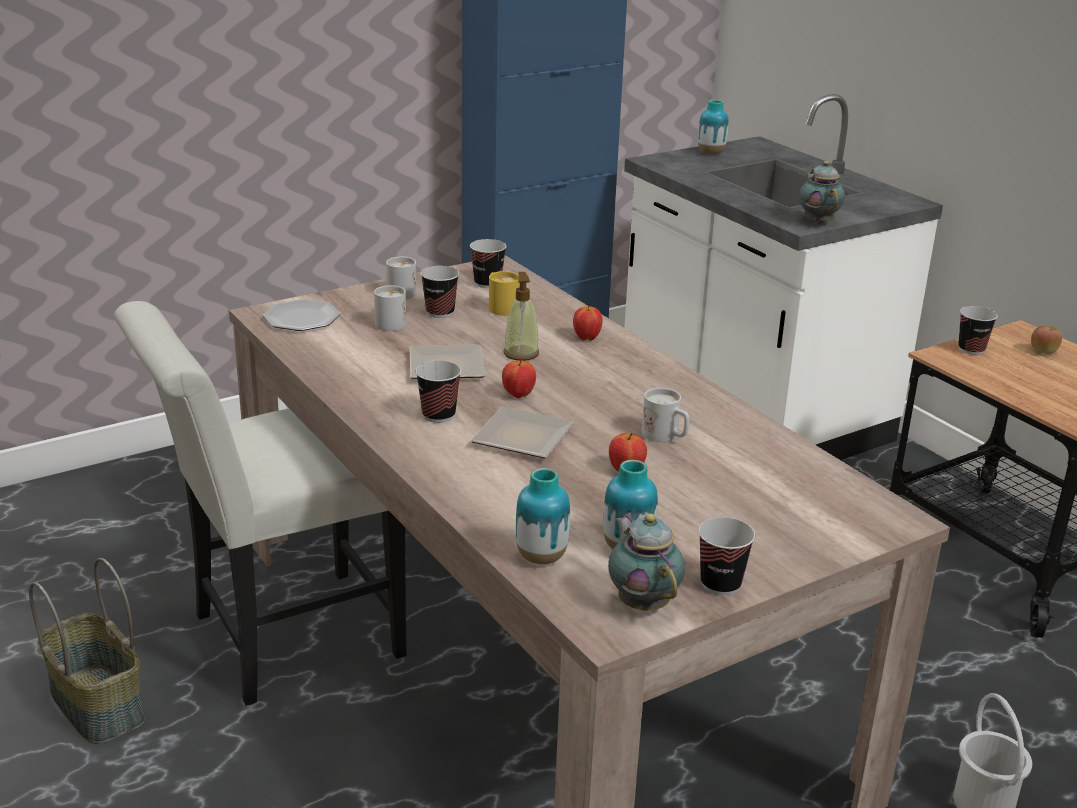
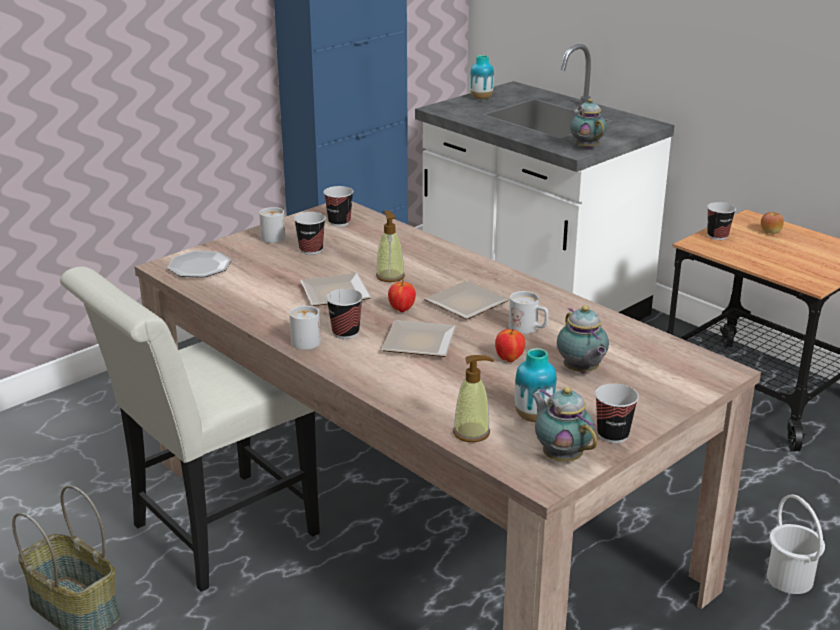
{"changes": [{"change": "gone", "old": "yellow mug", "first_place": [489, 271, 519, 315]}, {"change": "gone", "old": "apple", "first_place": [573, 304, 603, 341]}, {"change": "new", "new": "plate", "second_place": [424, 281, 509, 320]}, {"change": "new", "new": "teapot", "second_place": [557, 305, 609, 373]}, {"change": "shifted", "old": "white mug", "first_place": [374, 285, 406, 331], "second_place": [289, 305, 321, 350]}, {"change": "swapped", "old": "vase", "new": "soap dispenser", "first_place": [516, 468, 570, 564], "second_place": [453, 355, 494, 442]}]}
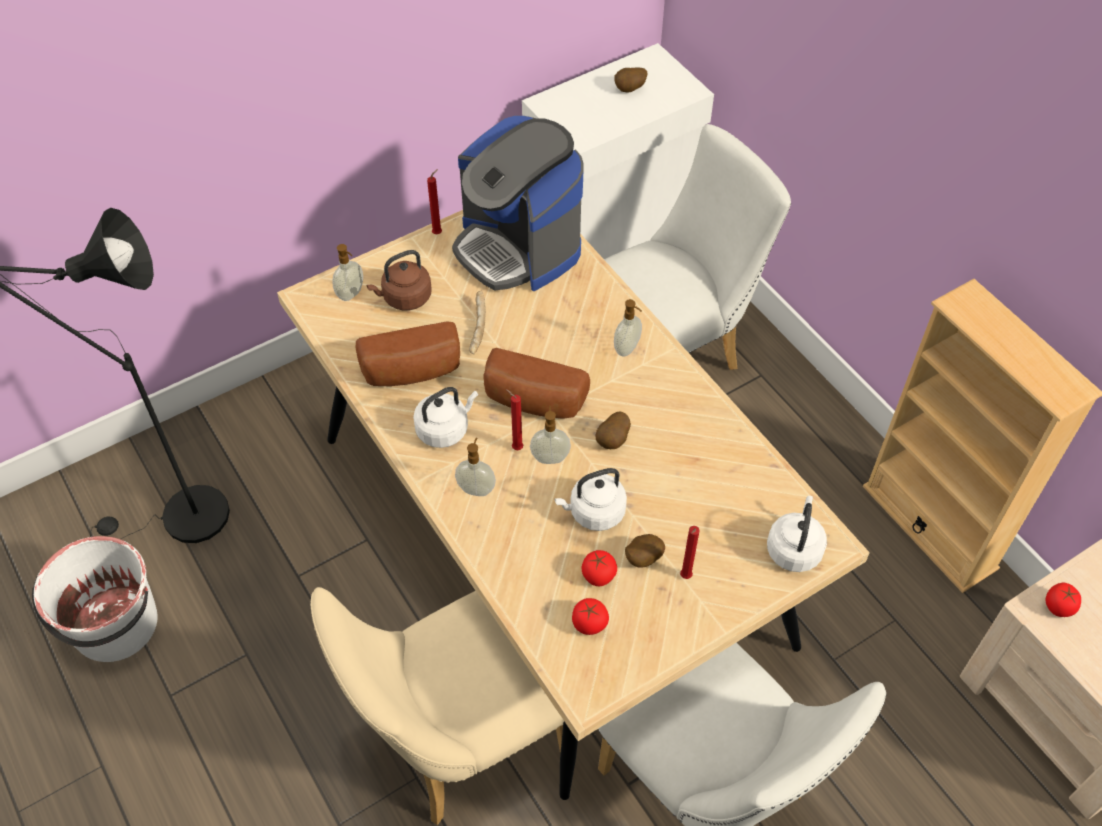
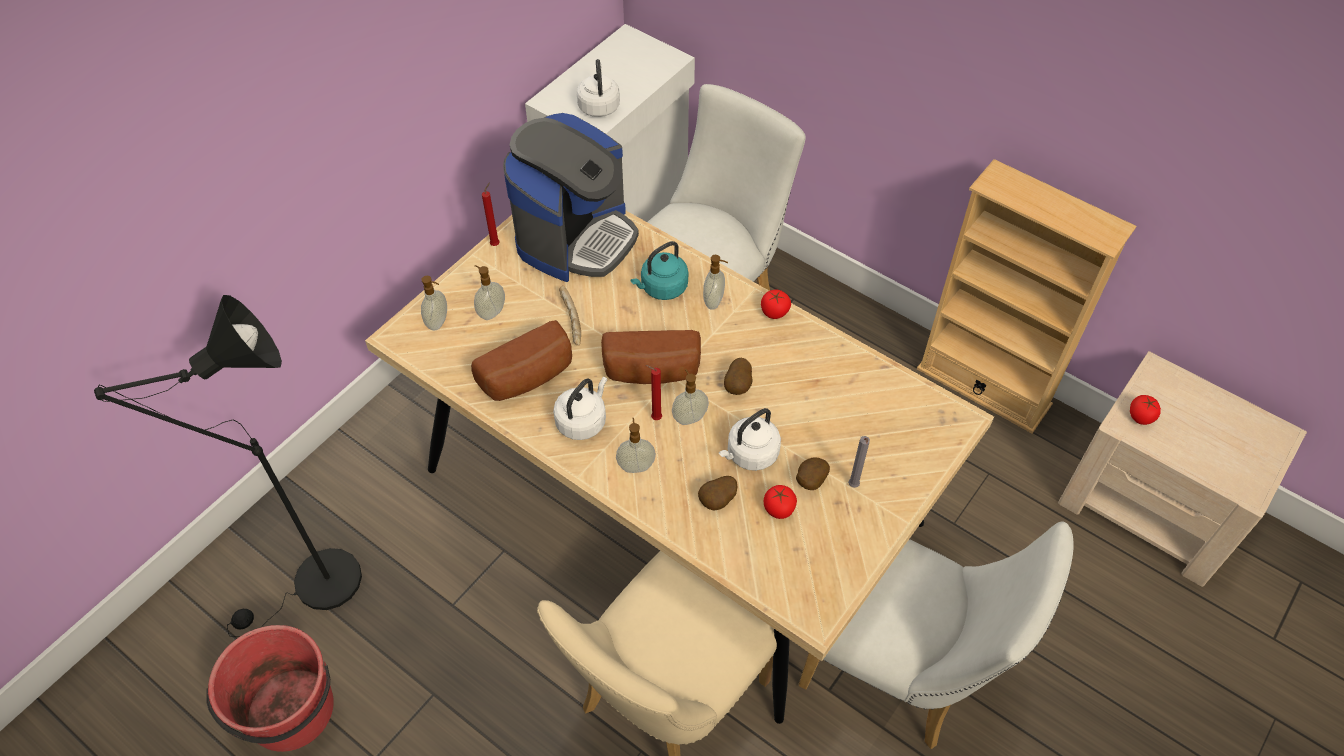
{"changes": [{"change": "new", "new": "turquoise kettle", "second_place": [630, 241, 688, 300]}, {"change": "shifted", "old": "tomato", "first_place": [572, 598, 609, 635], "second_place": [761, 290, 791, 319]}, {"change": "shifted", "old": "potato", "first_place": [614, 68, 647, 92], "second_place": [698, 476, 737, 510]}, {"change": "shifted", "old": "white kettle", "first_place": [767, 496, 827, 572], "second_place": [577, 59, 620, 117]}, {"change": "swapped", "old": "brown kettle", "new": "soap dispenser", "first_place": [366, 250, 431, 311], "second_place": [474, 265, 505, 320]}, {"change": "repainted", "old": "white bucket", "new": "red bucket", "first_place": [32, 536, 157, 662], "second_place": [206, 625, 334, 752]}, {"change": "repainted", "old": "red candle", "new": "grey candle", "first_place": [680, 526, 700, 579], "second_place": [848, 436, 870, 488]}, {"change": "rotated", "old": "coffee machine", "first_place": [452, 115, 584, 291], "second_place": [503, 113, 639, 282], "degrees": -90}]}
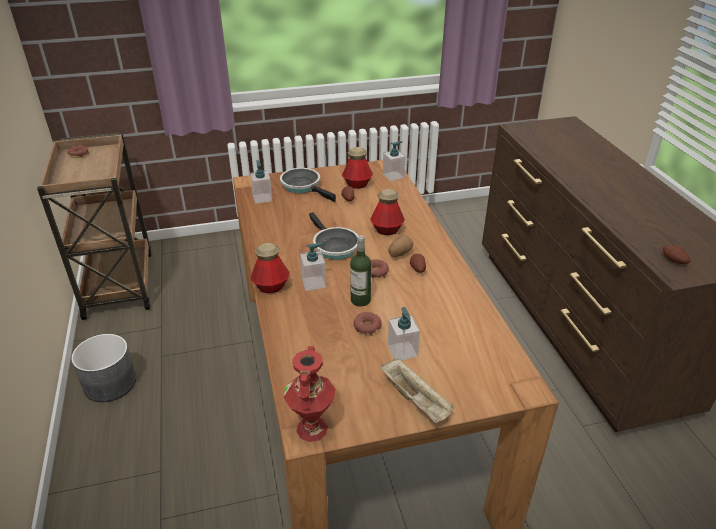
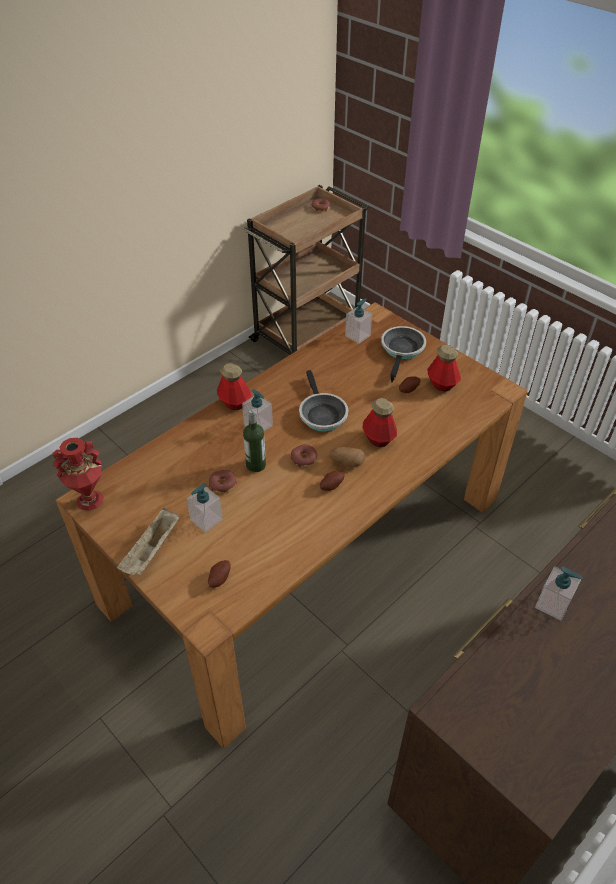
{"changes": [{"change": "gone", "old": "grey planter", "first_place": [71, 334, 136, 402]}, {"change": "shifted", "old": "soap dispenser", "first_place": [383, 141, 406, 181], "second_place": [535, 566, 583, 621]}, {"change": "shifted", "old": "potato", "first_place": [663, 245, 691, 264], "second_place": [208, 560, 231, 588]}, {"change": "rotated", "old": "frying pan", "first_place": [309, 212, 359, 260], "second_place": [299, 370, 348, 432], "degrees": -45}]}
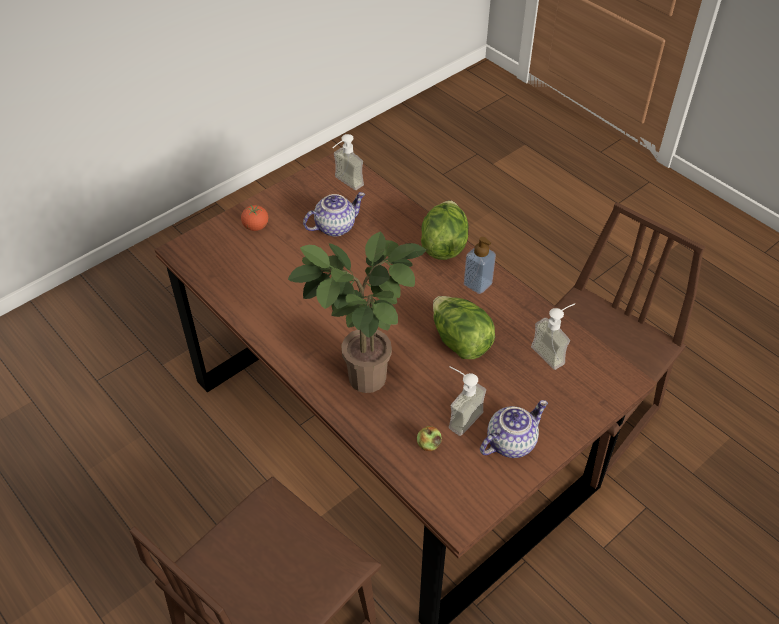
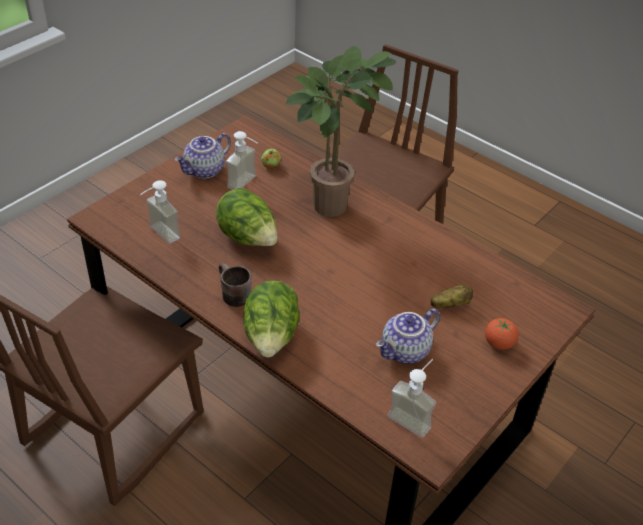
{"changes": [{"change": "new", "new": "potato", "second_place": [430, 285, 473, 308]}, {"change": "swapped", "old": "soap dispenser", "new": "brown mug", "first_place": [464, 237, 496, 294], "second_place": [219, 263, 251, 307]}]}
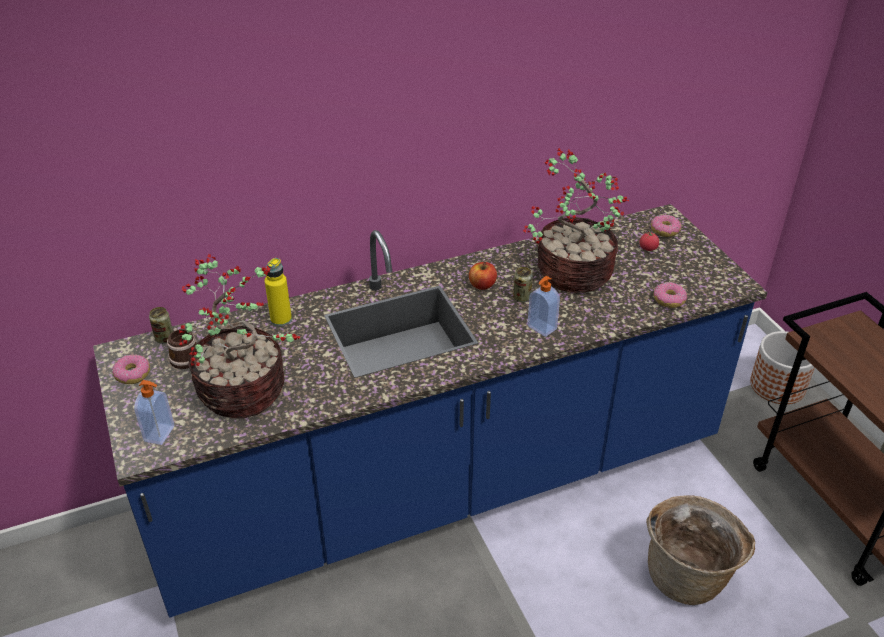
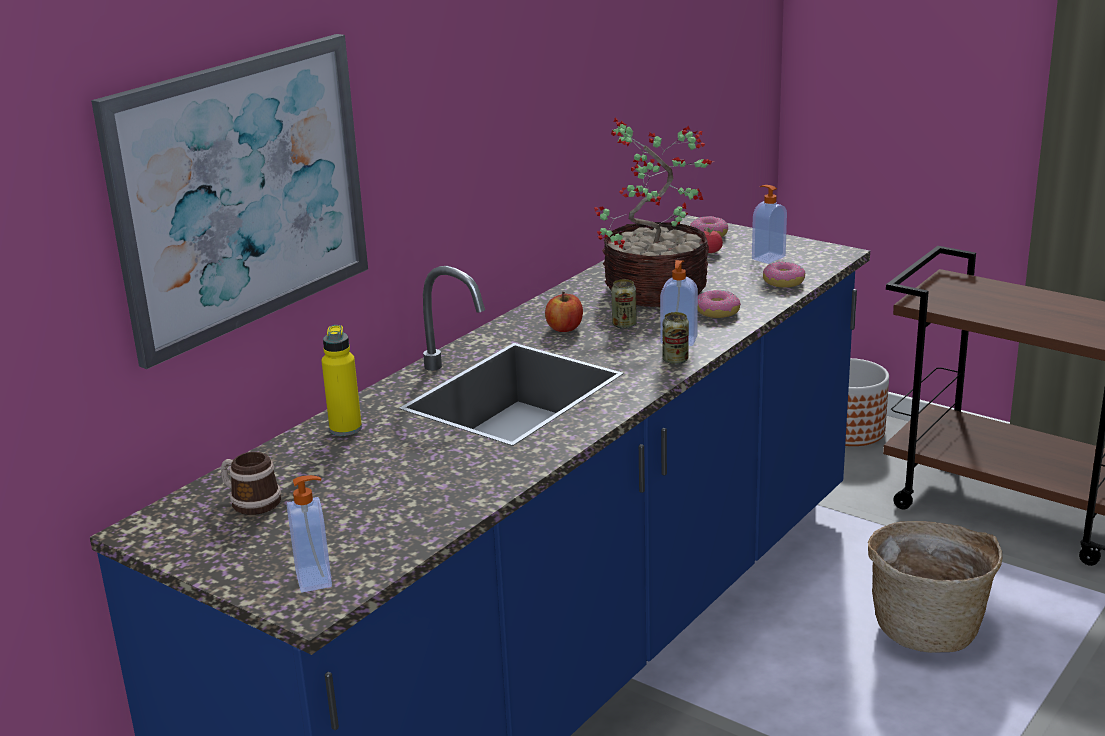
{"changes": [{"change": "gone", "old": "potted plant", "first_place": [179, 254, 301, 418]}, {"change": "new", "new": "picture", "second_place": [91, 34, 368, 369]}, {"change": "new", "new": "soap dispenser", "second_place": [752, 185, 787, 264]}, {"change": "shifted", "old": "donut", "first_place": [112, 355, 150, 384], "second_place": [698, 290, 741, 318]}, {"change": "shifted", "old": "can", "first_place": [149, 307, 173, 344], "second_place": [663, 312, 689, 364]}]}
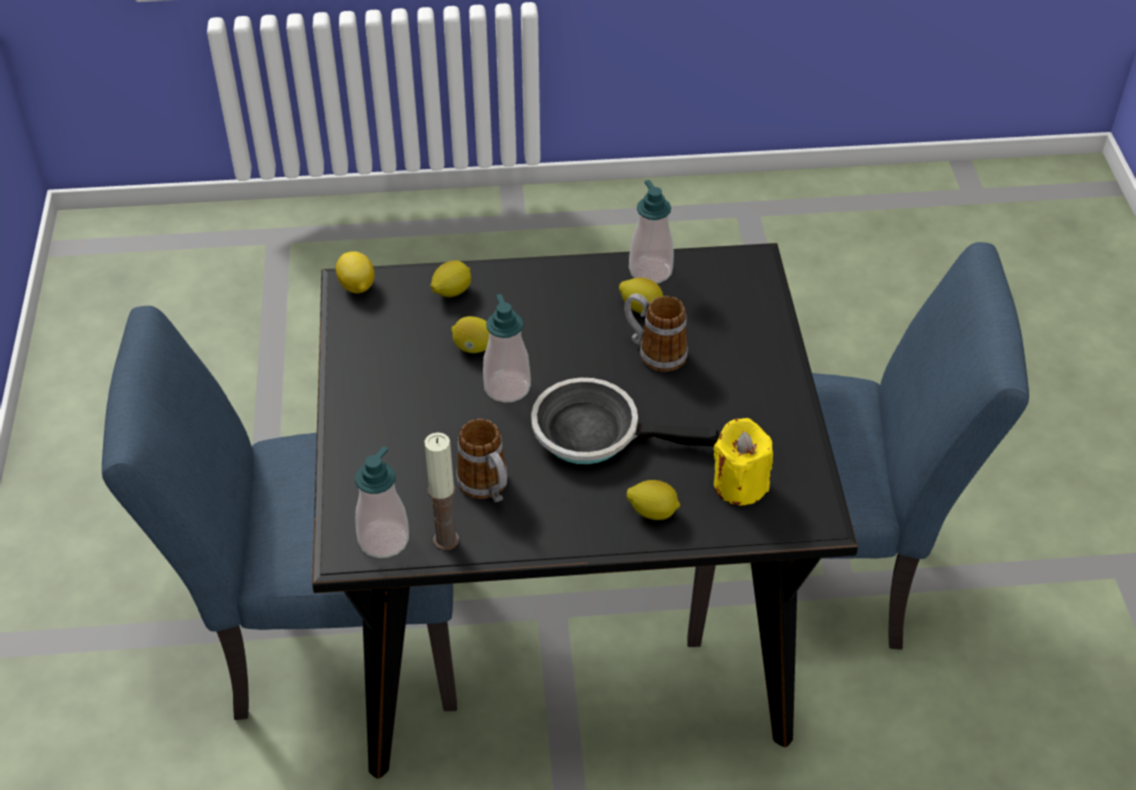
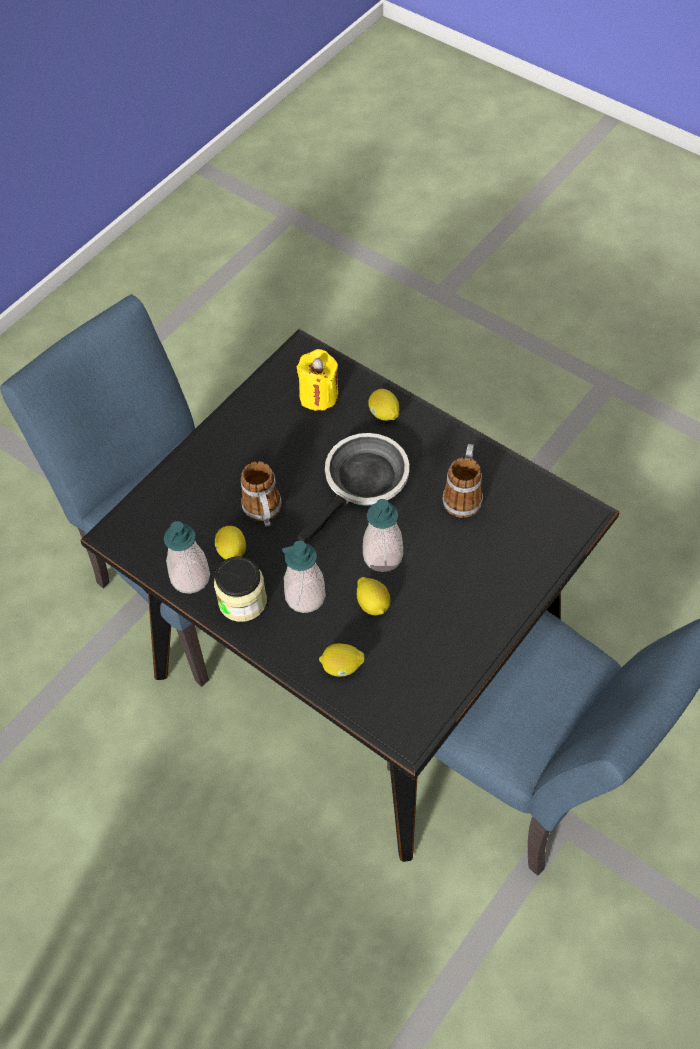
{"changes": [{"change": "gone", "old": "lemon", "first_place": [336, 251, 375, 293]}, {"change": "gone", "old": "candle", "first_place": [424, 432, 459, 550]}, {"change": "new", "new": "jar", "second_place": [214, 556, 267, 622]}, {"change": "shifted", "old": "soap dispenser", "first_place": [355, 446, 409, 558], "second_place": [282, 541, 326, 613]}, {"change": "rotated", "old": "frying pan", "first_place": [531, 378, 719, 465], "second_place": [297, 433, 409, 543], "degrees": -105}]}
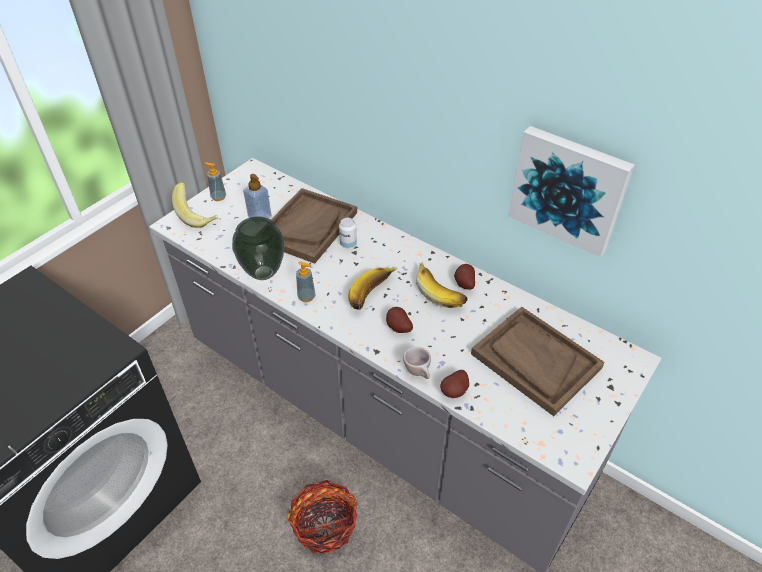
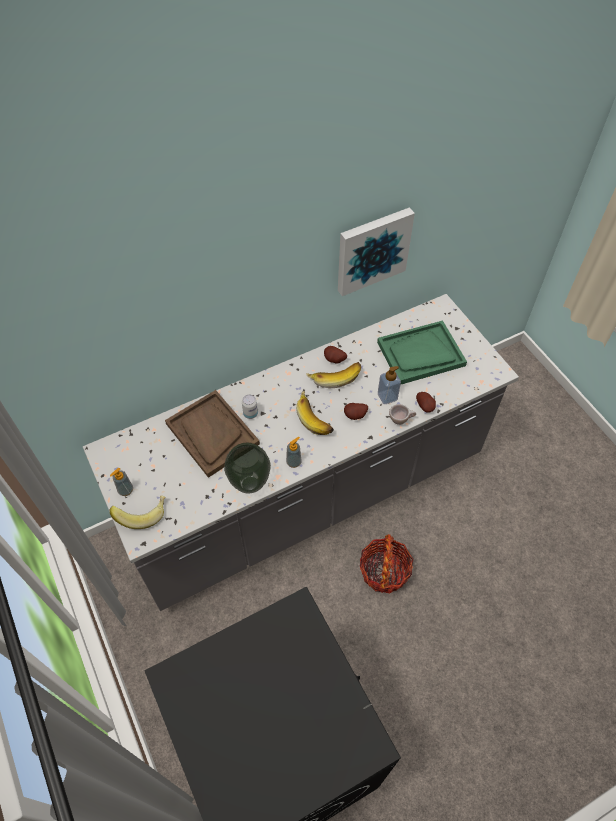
{"changes": [{"change": "shifted", "old": "soap dispenser", "first_place": [243, 174, 272, 219], "second_place": [378, 366, 401, 404]}, {"change": "repainted", "old": "brown tray", "new": "green tray", "first_place": [471, 307, 605, 416], "second_place": [377, 321, 467, 384]}]}
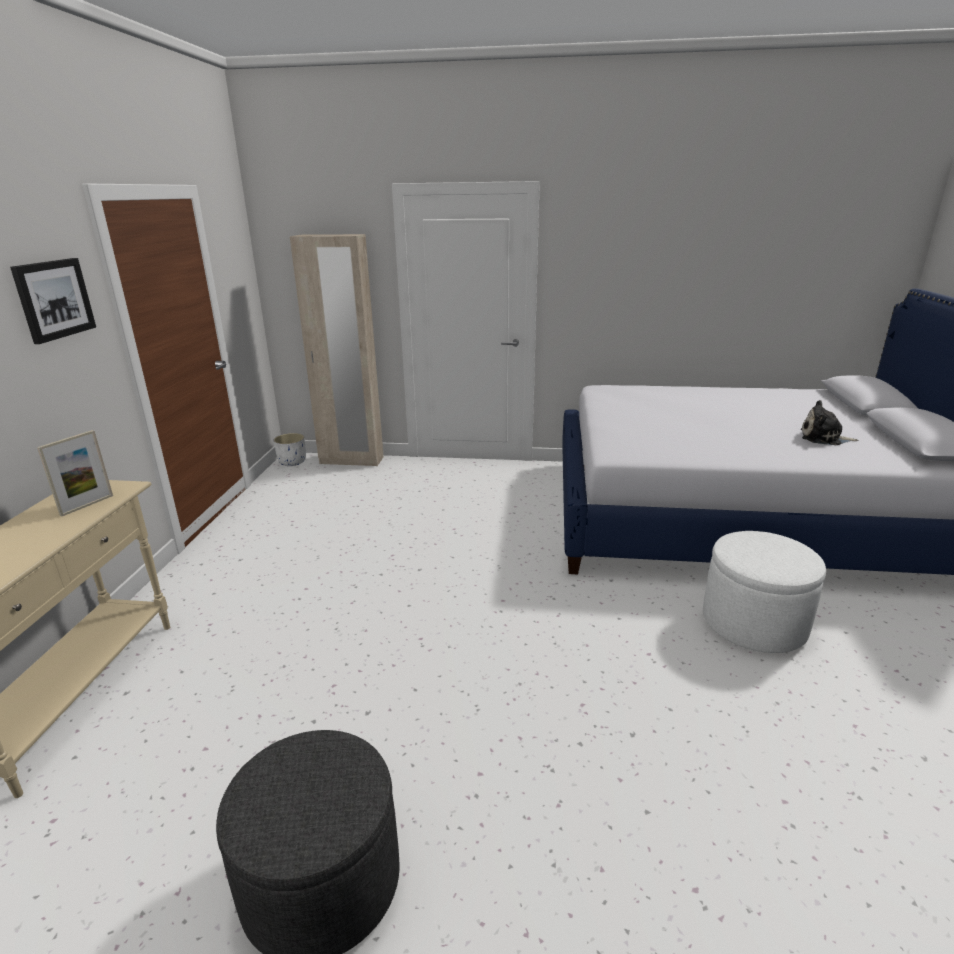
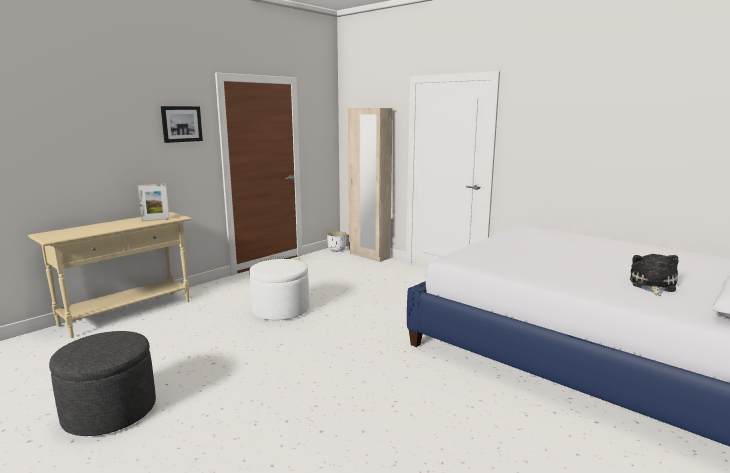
{"changes": [{"change": "shifted", "old": "white ottoman", "first_place": [703, 531, 826, 653], "second_place": [249, 259, 309, 320]}, {"change": "rotated", "old": "plush toy", "first_place": [801, 400, 858, 445], "second_place": [630, 254, 678, 296], "degrees": 60}]}
